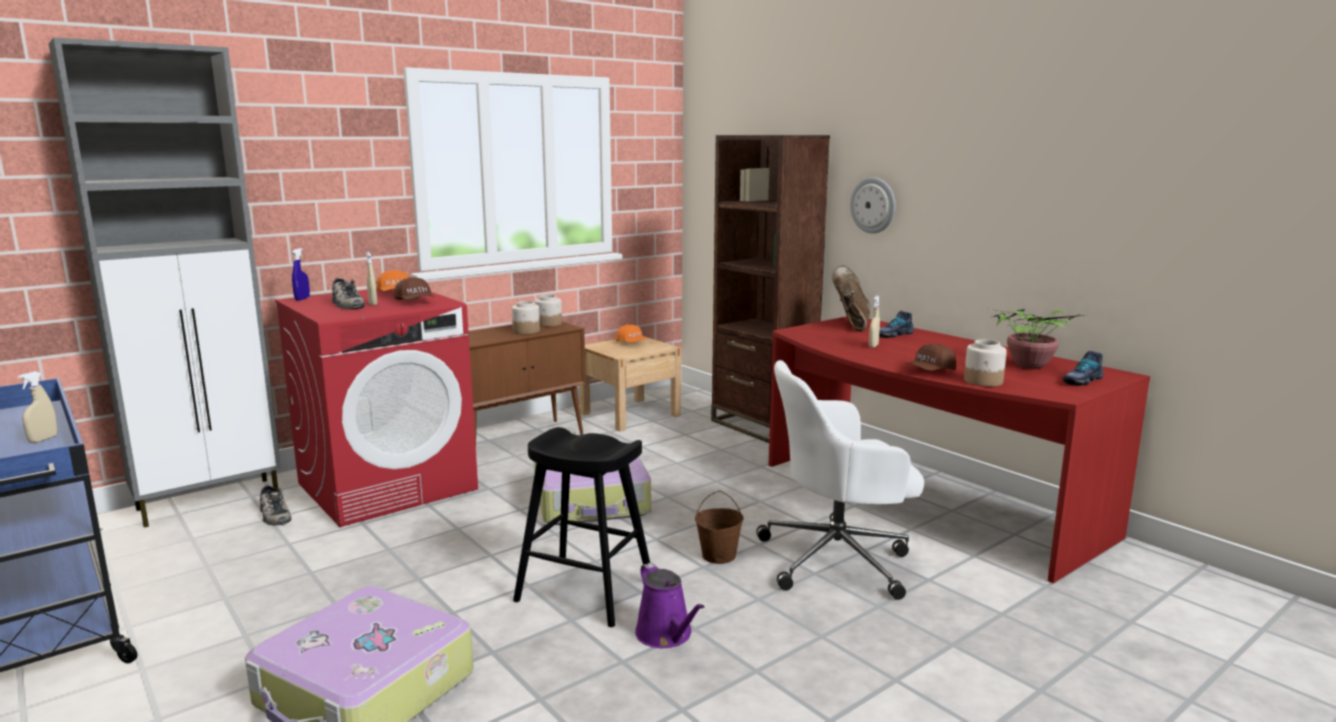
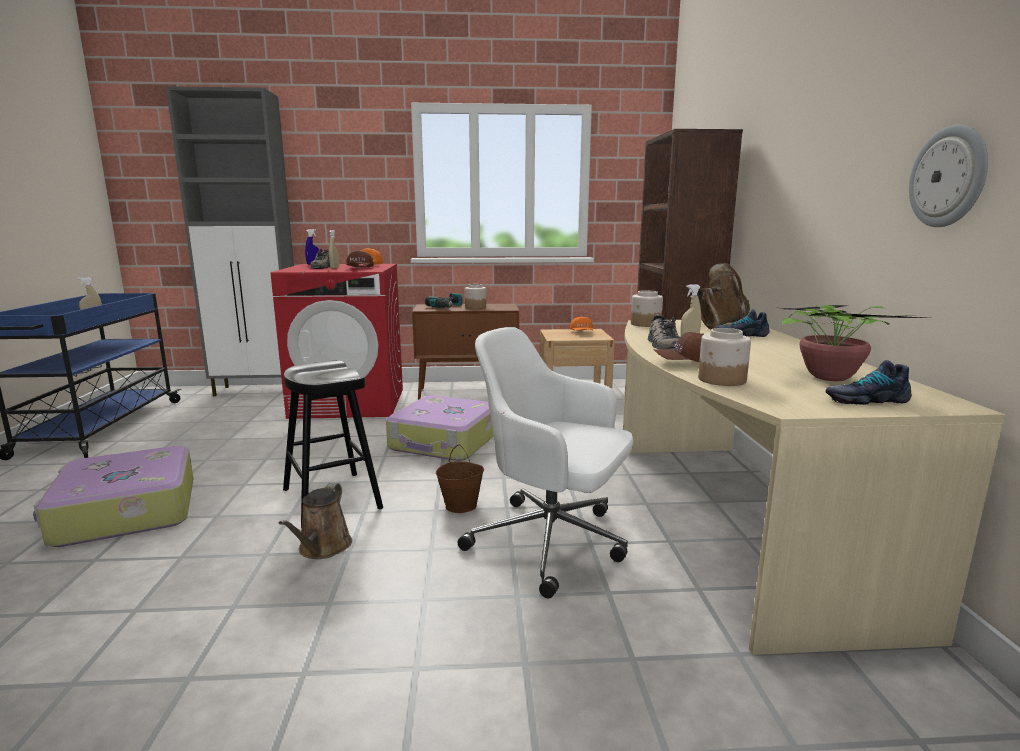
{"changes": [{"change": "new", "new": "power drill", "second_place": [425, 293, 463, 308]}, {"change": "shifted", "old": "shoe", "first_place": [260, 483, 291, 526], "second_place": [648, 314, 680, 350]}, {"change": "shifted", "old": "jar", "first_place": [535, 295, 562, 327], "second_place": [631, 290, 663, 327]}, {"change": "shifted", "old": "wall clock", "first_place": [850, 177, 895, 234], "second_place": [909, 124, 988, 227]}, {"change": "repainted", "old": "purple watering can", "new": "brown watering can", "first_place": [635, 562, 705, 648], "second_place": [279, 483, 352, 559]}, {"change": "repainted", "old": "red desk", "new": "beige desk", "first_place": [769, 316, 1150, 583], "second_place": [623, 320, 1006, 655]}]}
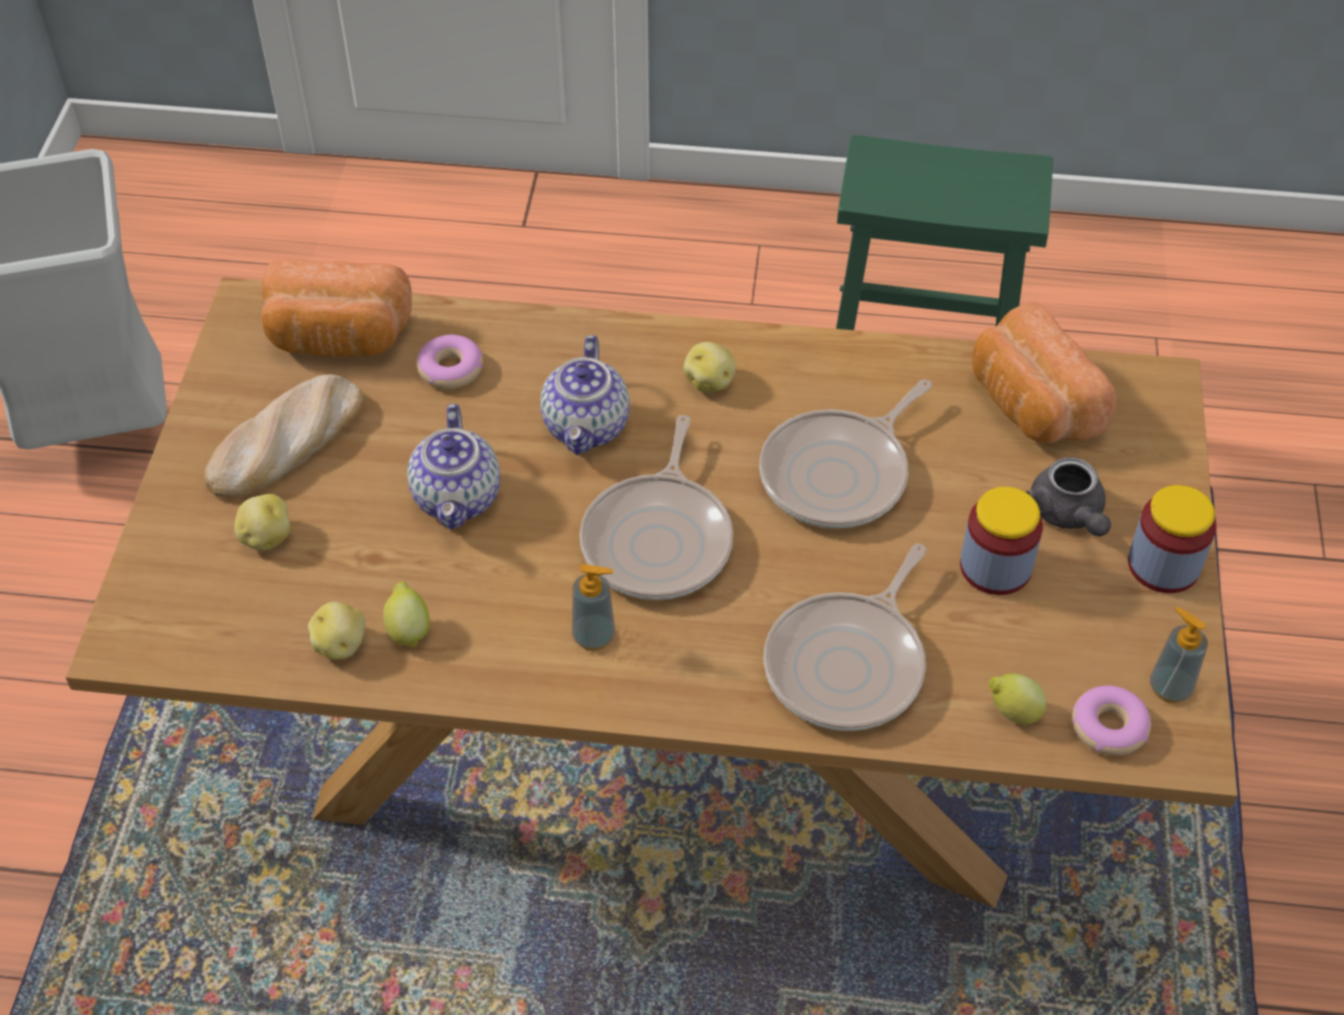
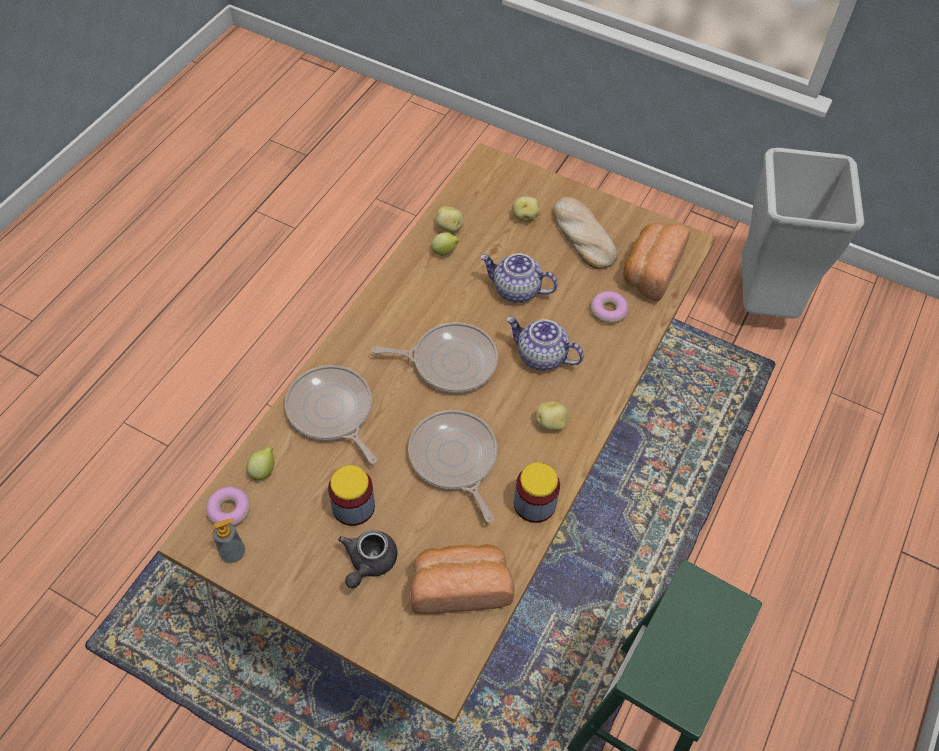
{"changes": [{"change": "gone", "old": "soap dispenser", "first_place": [572, 564, 615, 651]}, {"change": "shifted", "old": "jar", "first_place": [1128, 485, 1216, 593], "second_place": [514, 462, 560, 523]}, {"change": "rotated", "old": "frying pan", "first_place": [580, 415, 733, 600], "second_place": [371, 322, 498, 393], "degrees": 150}, {"change": "rotated", "old": "grey teapot", "first_place": [1026, 457, 1111, 537], "second_place": [338, 530, 398, 588], "degrees": -75}]}
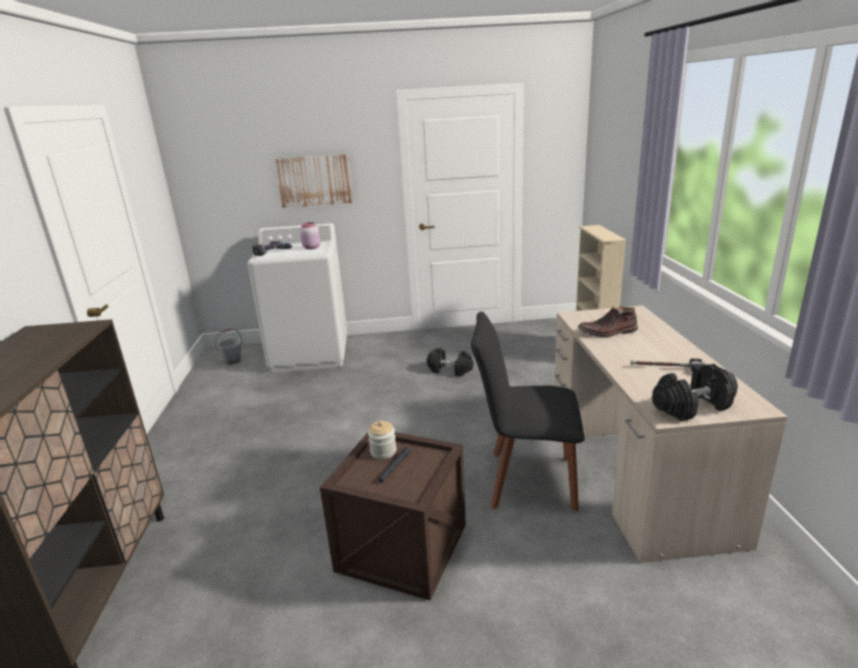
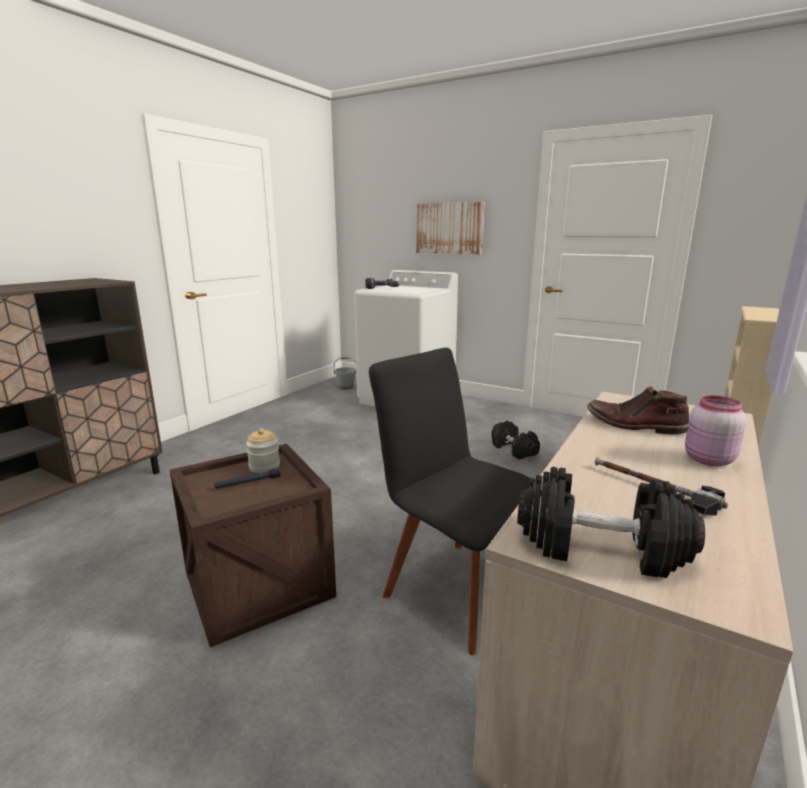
{"changes": [{"change": "shifted", "old": "pink jar", "first_place": [300, 222, 320, 249], "second_place": [685, 395, 746, 466]}]}
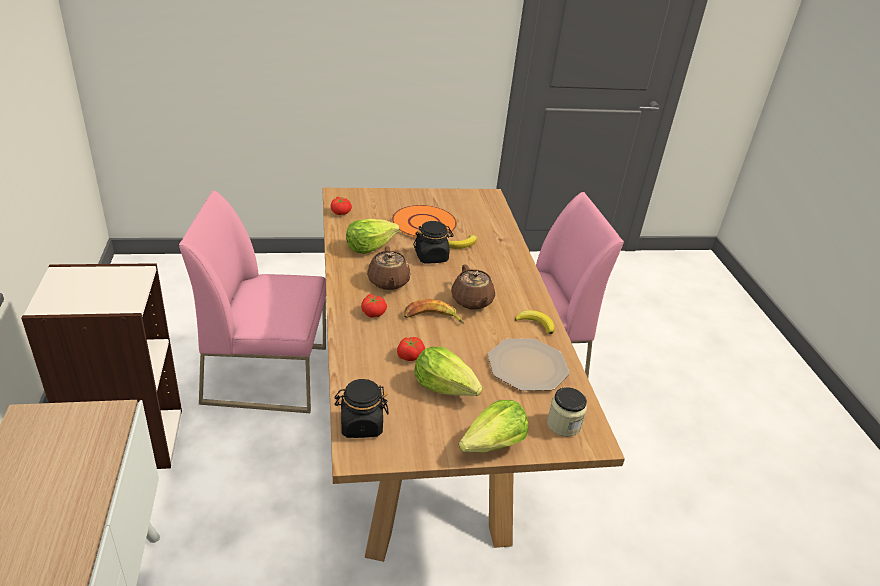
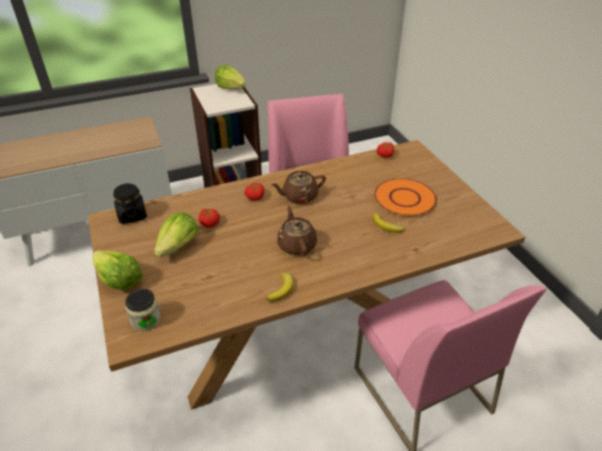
{"changes": [{"change": "gone", "old": "banana", "first_place": [404, 299, 464, 323]}, {"change": "gone", "old": "black jar", "first_place": [413, 221, 454, 263]}, {"change": "gone", "old": "plate", "first_place": [488, 338, 569, 391]}, {"change": "shifted", "old": "lettuce", "first_place": [346, 219, 400, 254], "second_place": [215, 65, 246, 90]}, {"change": "rotated", "old": "brown teapot", "first_place": [451, 264, 495, 309], "second_place": [277, 206, 317, 256], "degrees": 105}]}
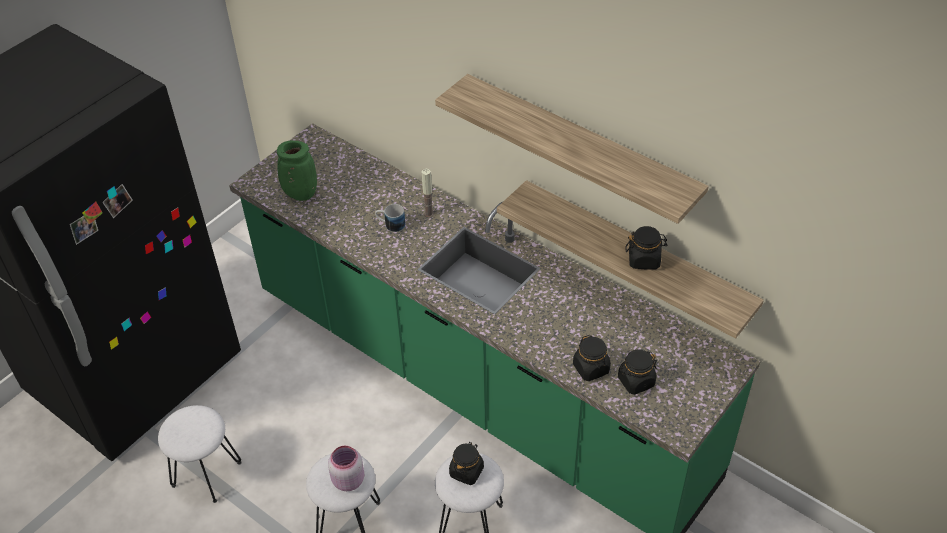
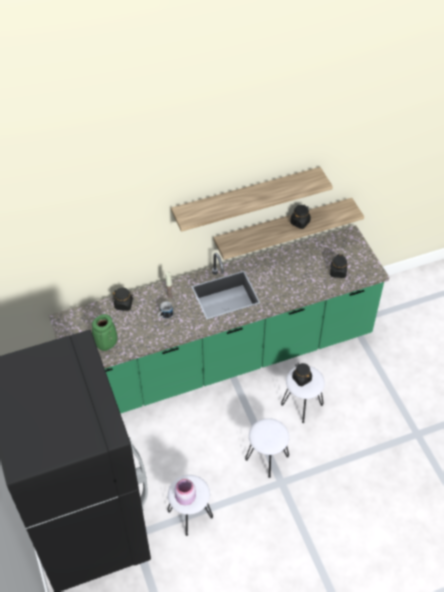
{"changes": [{"change": "shifted", "old": "pink jar", "first_place": [328, 446, 364, 491], "second_place": [175, 479, 196, 505]}, {"change": "shifted", "old": "black jar", "first_place": [573, 335, 611, 381], "second_place": [112, 288, 134, 311]}]}
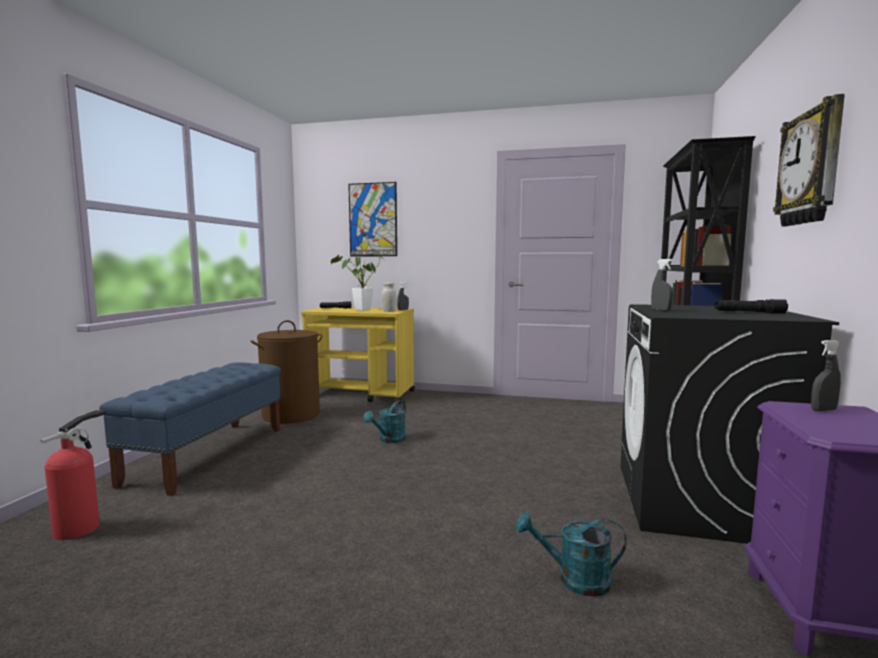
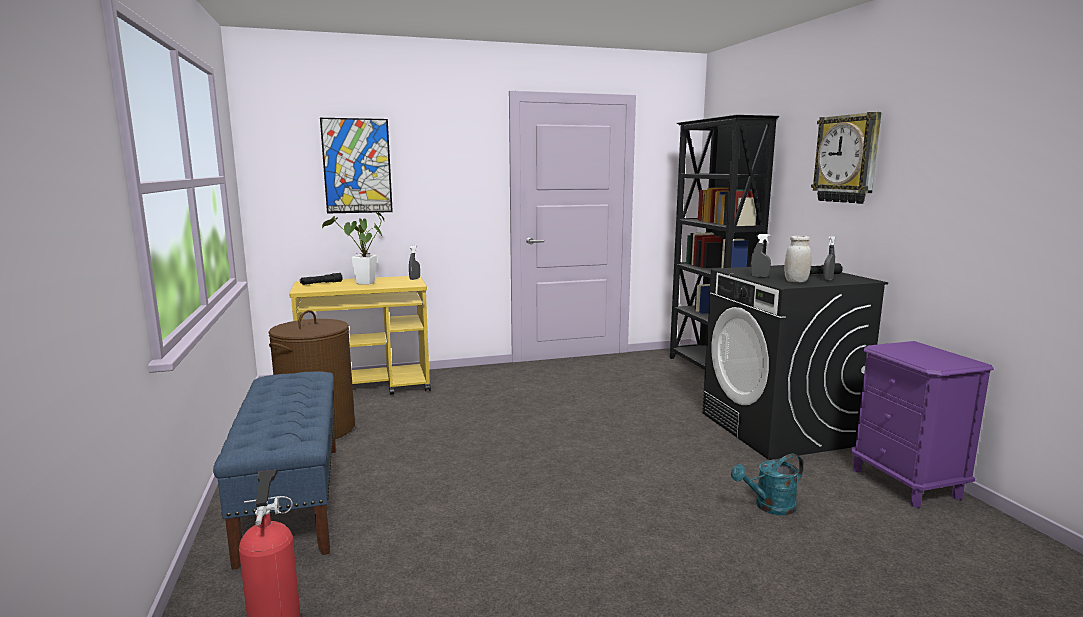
{"changes": [{"change": "gone", "old": "turquoise watering can", "first_place": [363, 400, 406, 443]}, {"change": "shifted", "old": "white jar", "first_place": [381, 282, 397, 312], "second_place": [784, 236, 812, 282]}, {"change": "shifted", "old": "grey spray bottle", "first_place": [811, 340, 841, 412], "second_place": [823, 236, 835, 281]}]}
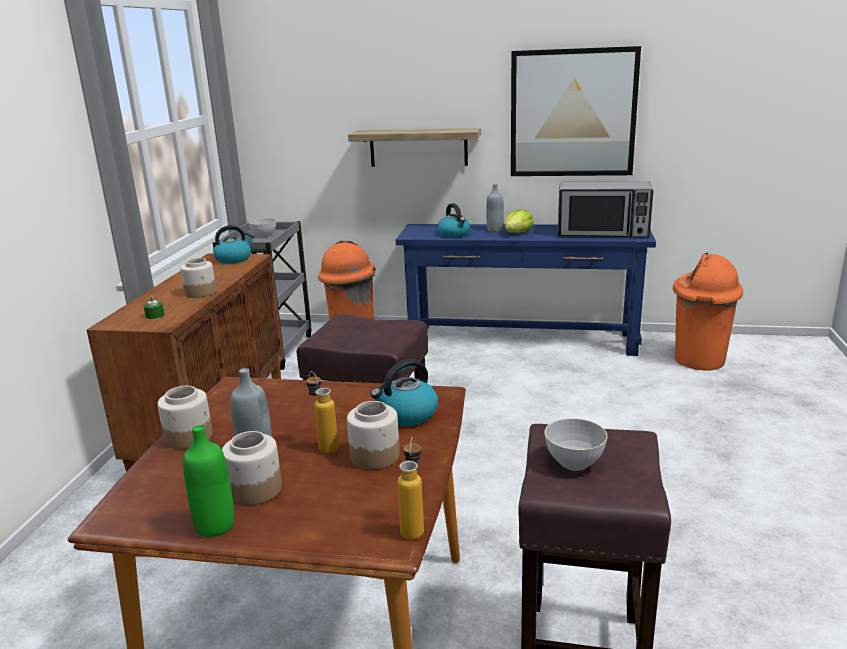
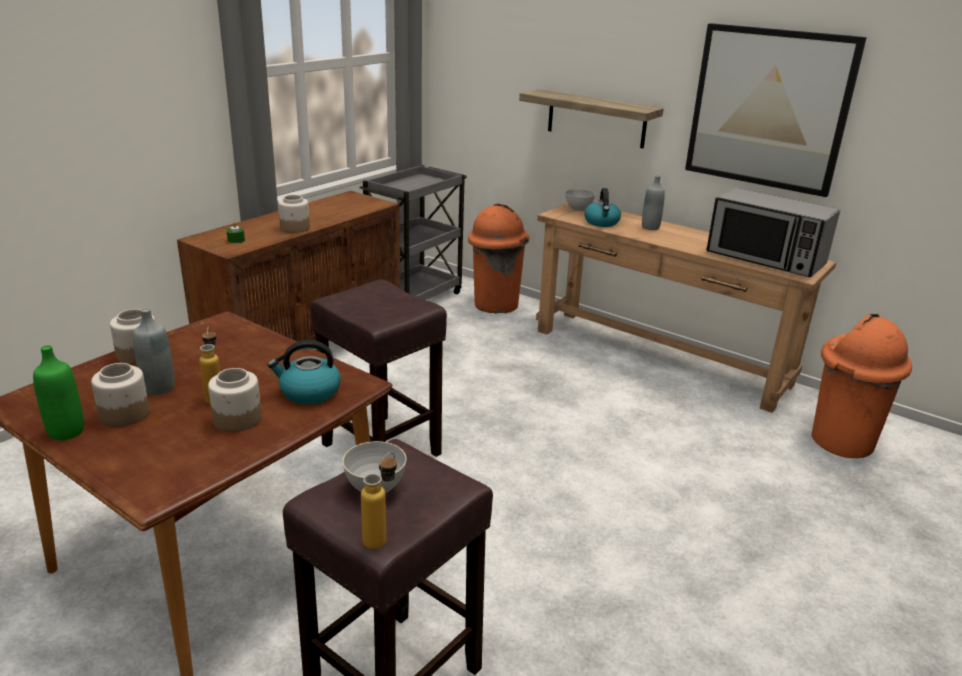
{"changes": [{"change": "gone", "old": "kettle", "first_place": [213, 225, 254, 264]}, {"change": "gone", "old": "lettuce", "first_place": [505, 209, 534, 233]}, {"change": "shifted", "old": "grey bowl", "first_place": [248, 218, 276, 238], "second_place": [565, 189, 595, 211]}, {"change": "shifted", "old": "bottle", "first_place": [397, 437, 424, 540], "second_place": [361, 452, 397, 549]}, {"change": "repainted", "old": "blue console table", "new": "brown console table", "first_place": [396, 224, 656, 356], "second_place": [536, 202, 836, 413]}]}
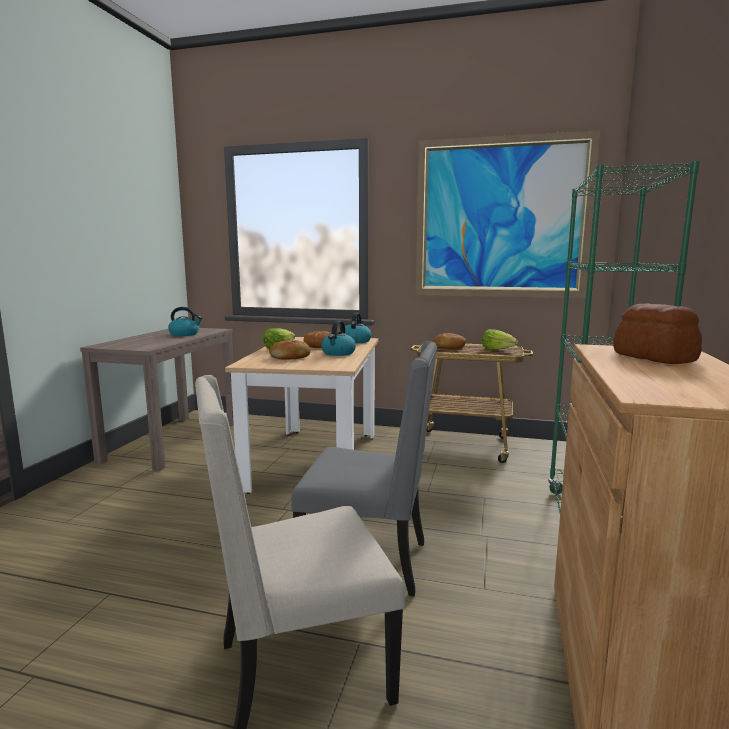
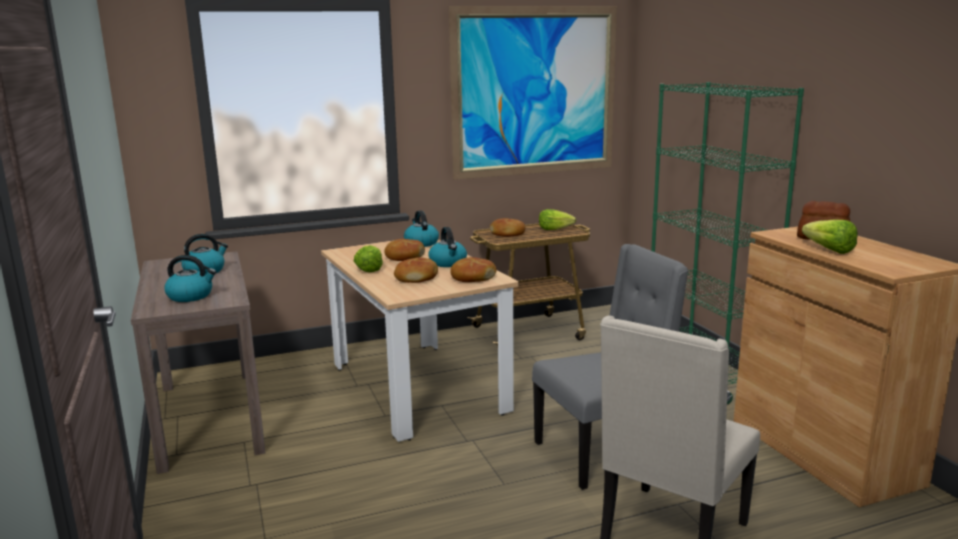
{"changes": [{"change": "new", "new": "kettle", "second_place": [165, 255, 216, 302]}, {"change": "new", "new": "bread", "second_place": [450, 257, 497, 282]}, {"change": "new", "new": "lettuce", "second_place": [802, 219, 858, 254]}]}
